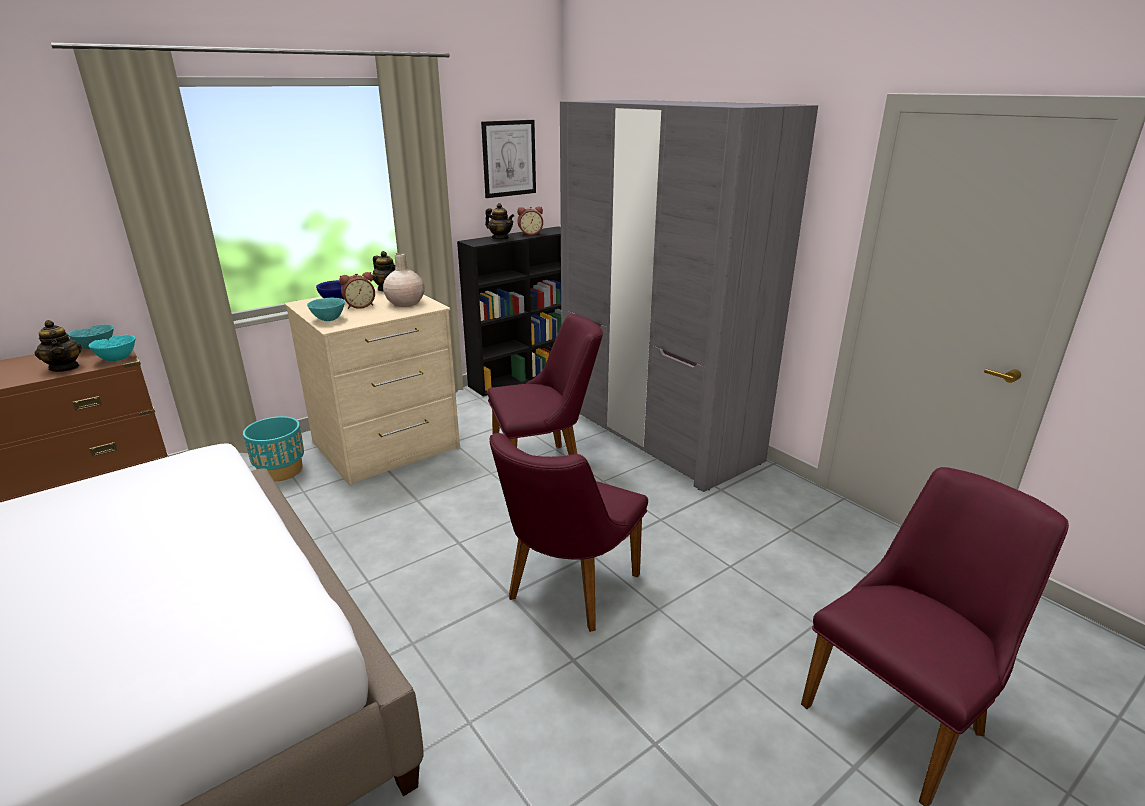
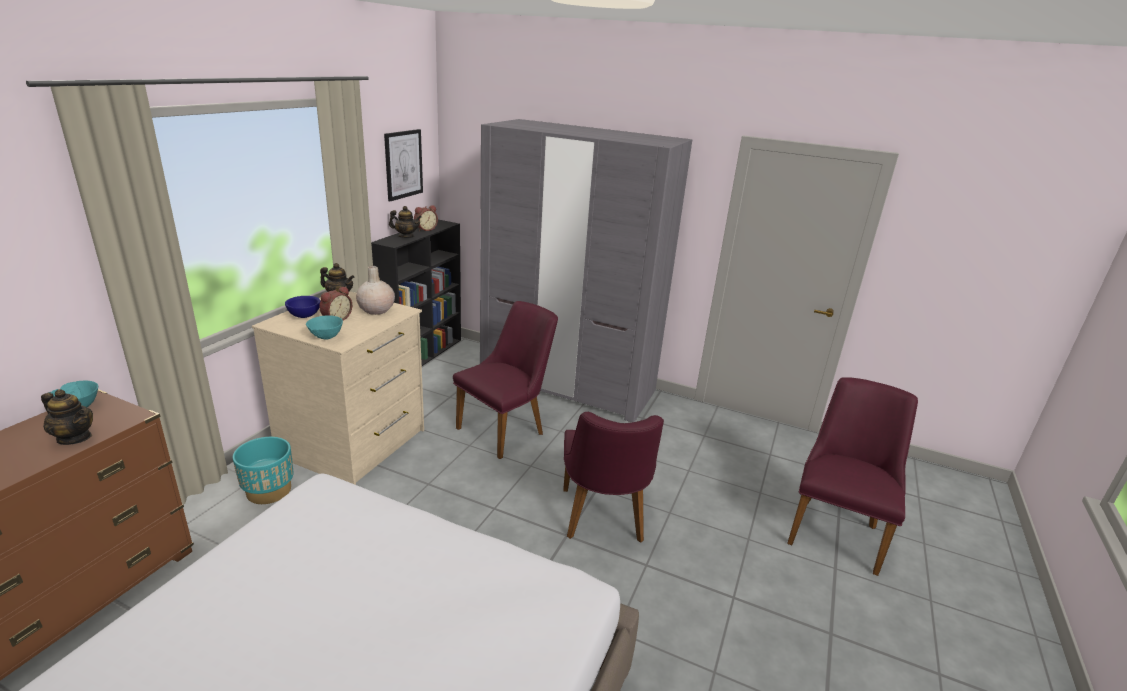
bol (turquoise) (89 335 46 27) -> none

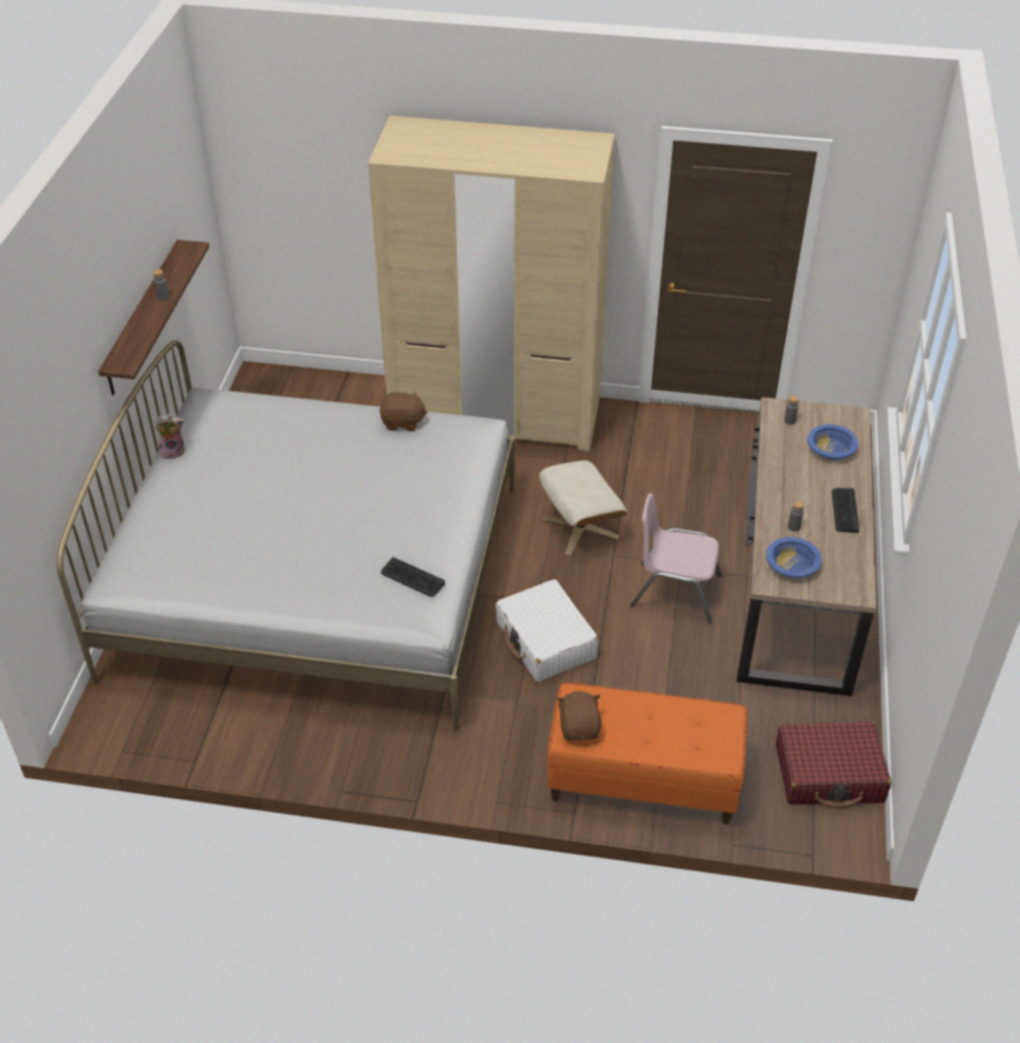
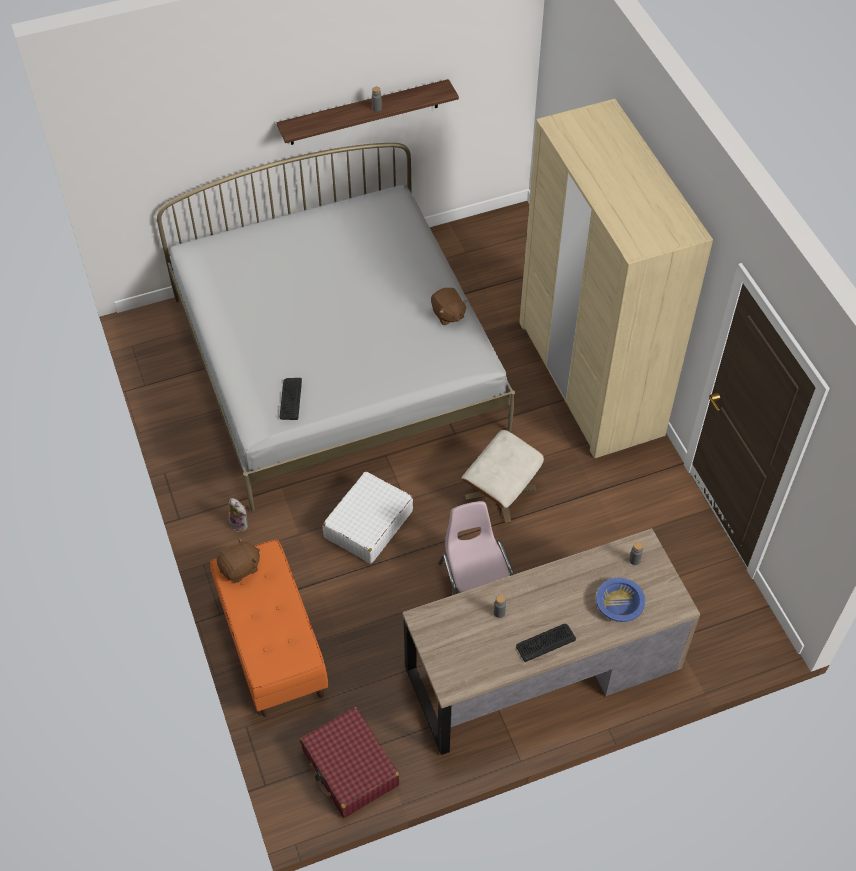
bol (bleu) (766 537 56 41) -> none
peluche (155 414 30 47) -> peluche (229 498 19 34), move

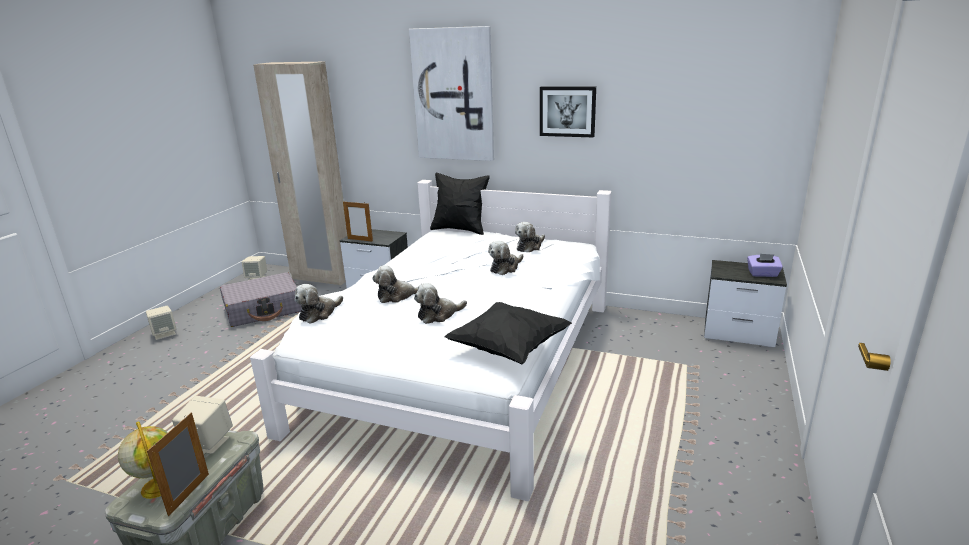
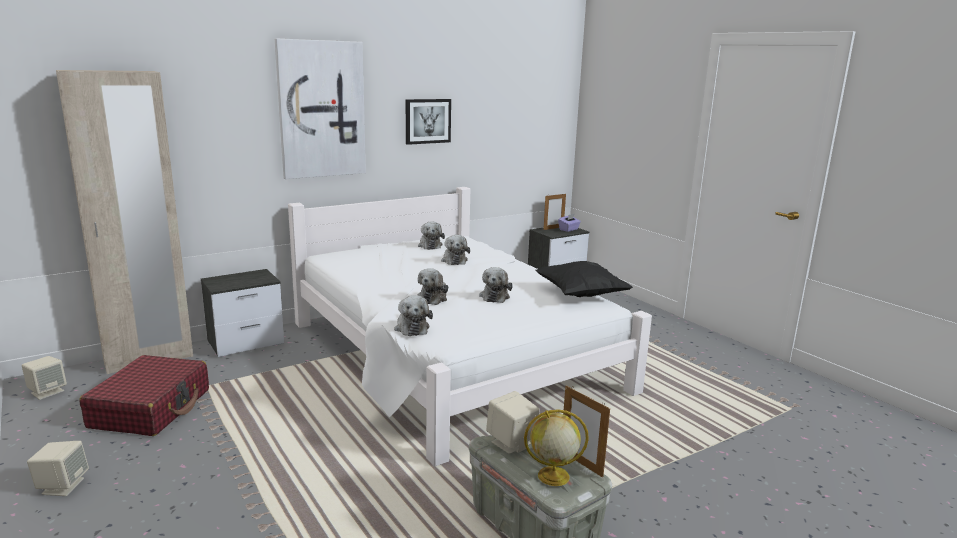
coussin (noir) (430 173 60 62) -> none
cadre photo (343 200 30 42) -> cadre photo (543 194 23 36), move
valise (gris) (220 272 82 55) -> valise (rouge) (79 355 130 81)

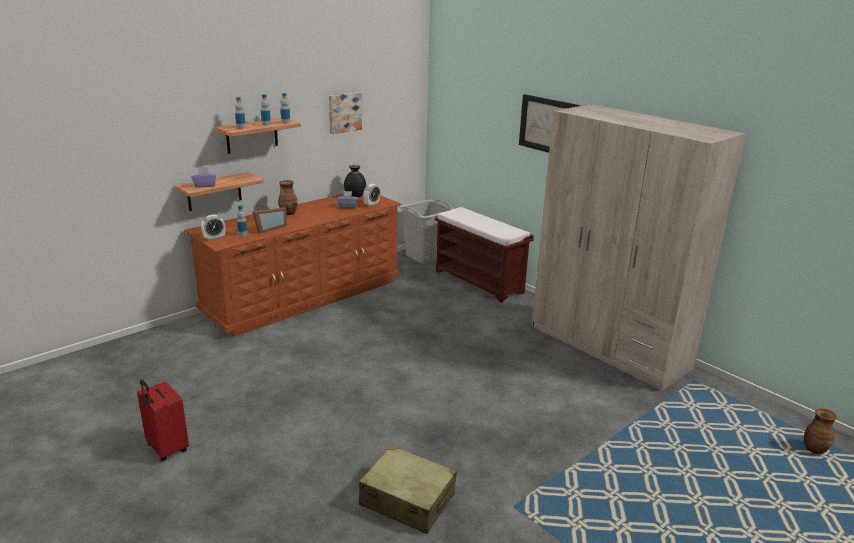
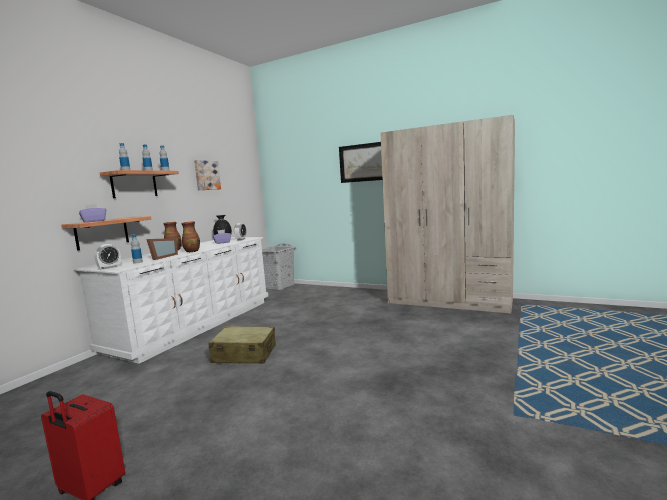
banc (marron) (435 207 99 96) -> none
valise (beige) (359 445 98 89) -> valise (beige) (209 326 66 38), move
vase (804 408 33 46) -> vase (181 221 19 32), move
commode (marron) (184 194 217 143) -> commode (blanc) (73 237 195 127)

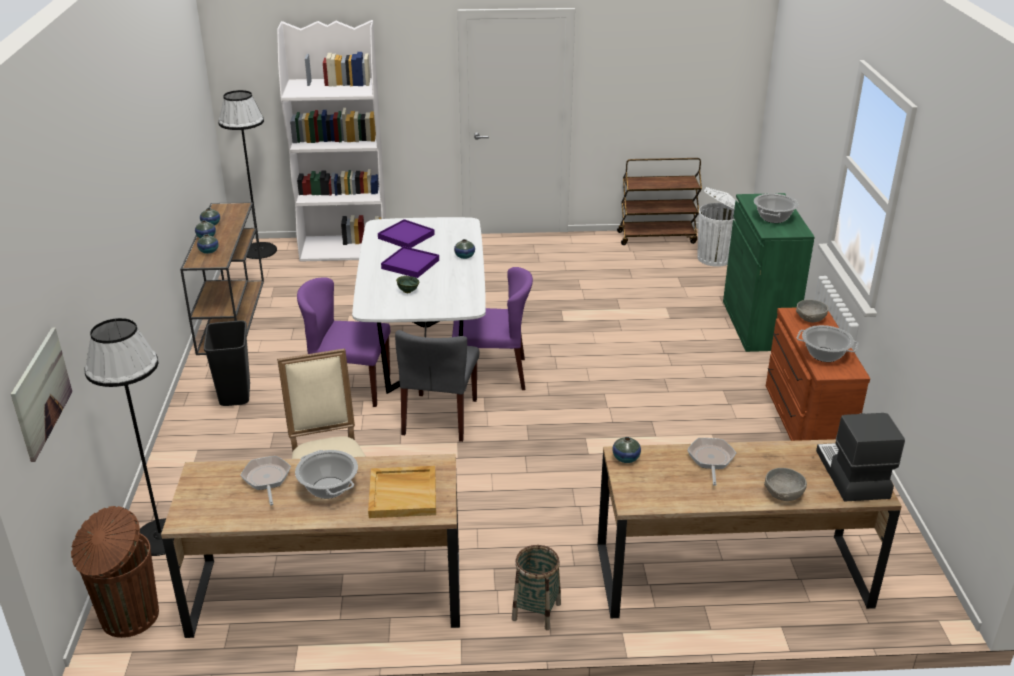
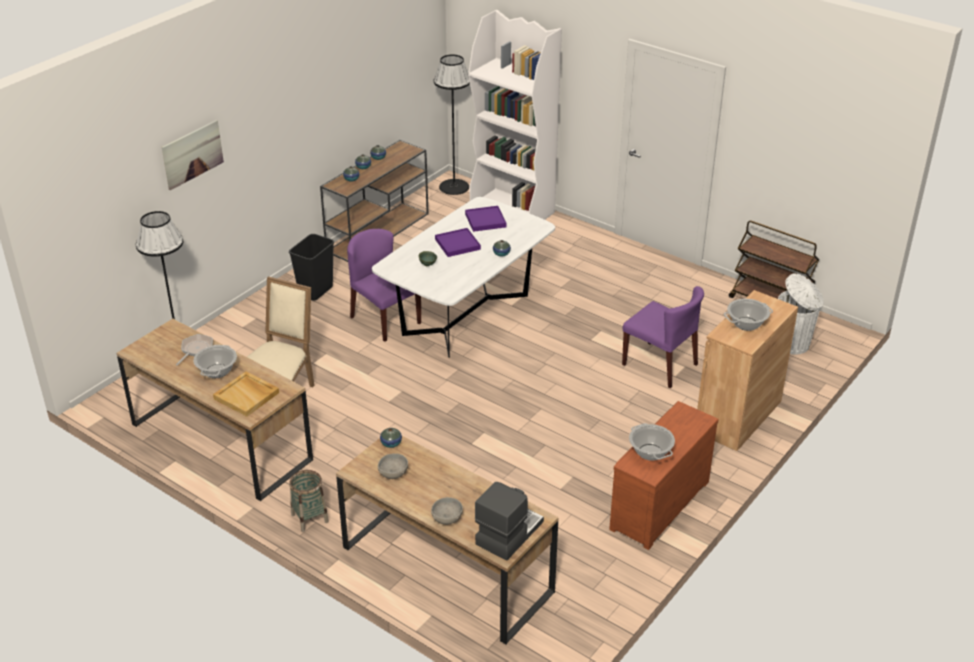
poubelle (marron) (71 506 88 132) -> none
chaise (gris) (395 330 85 112) -> none
poêle (687 438 49 48) -> none
tableau (11 328 61 134) -> tableau (162 120 62 70), move
chaise (violet) (452 267 81 123) -> chaise (violet) (622 286 82 102), move
bol (gris) (796 300 32 22) -> bol (gris) (378 453 30 26), move
meuble de rangement (vert) (723 193 92 159) -> meuble de rangement (marron) (697 290 101 161)

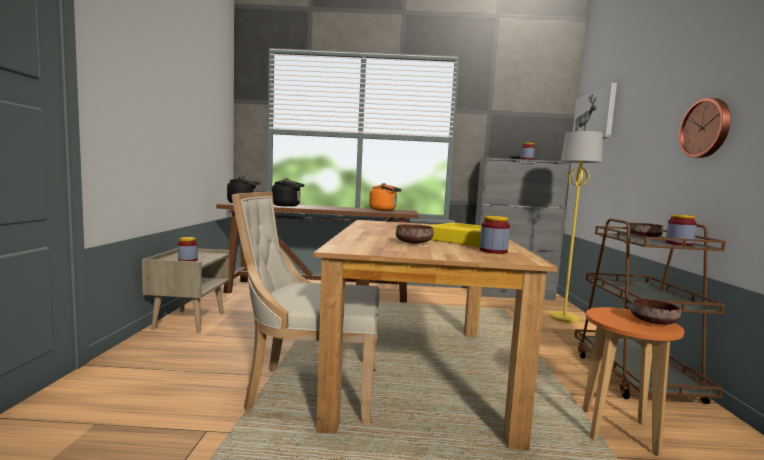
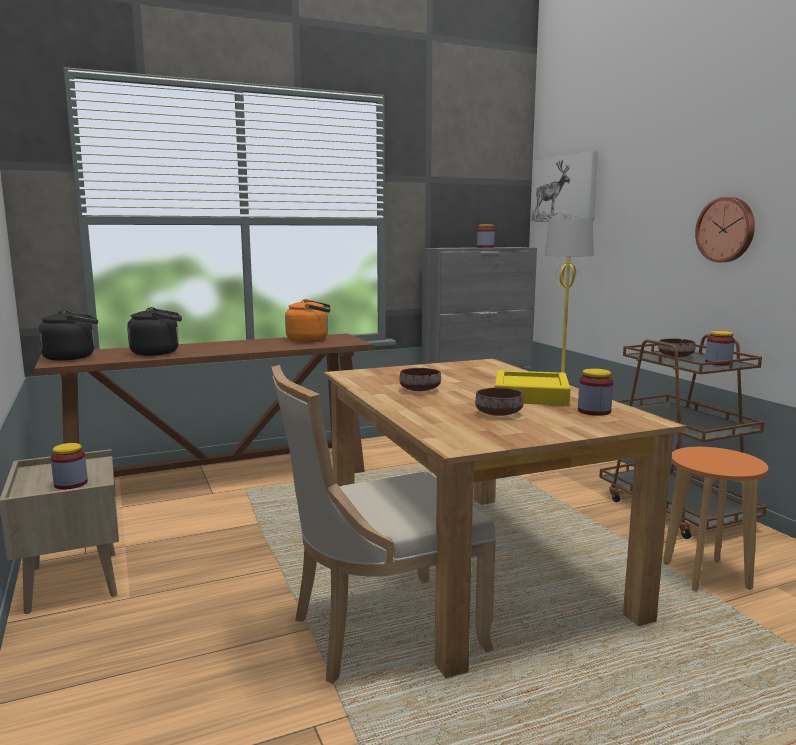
bol (marron) (631 298 50 26) -> bol (marron) (400 368 41 23), move

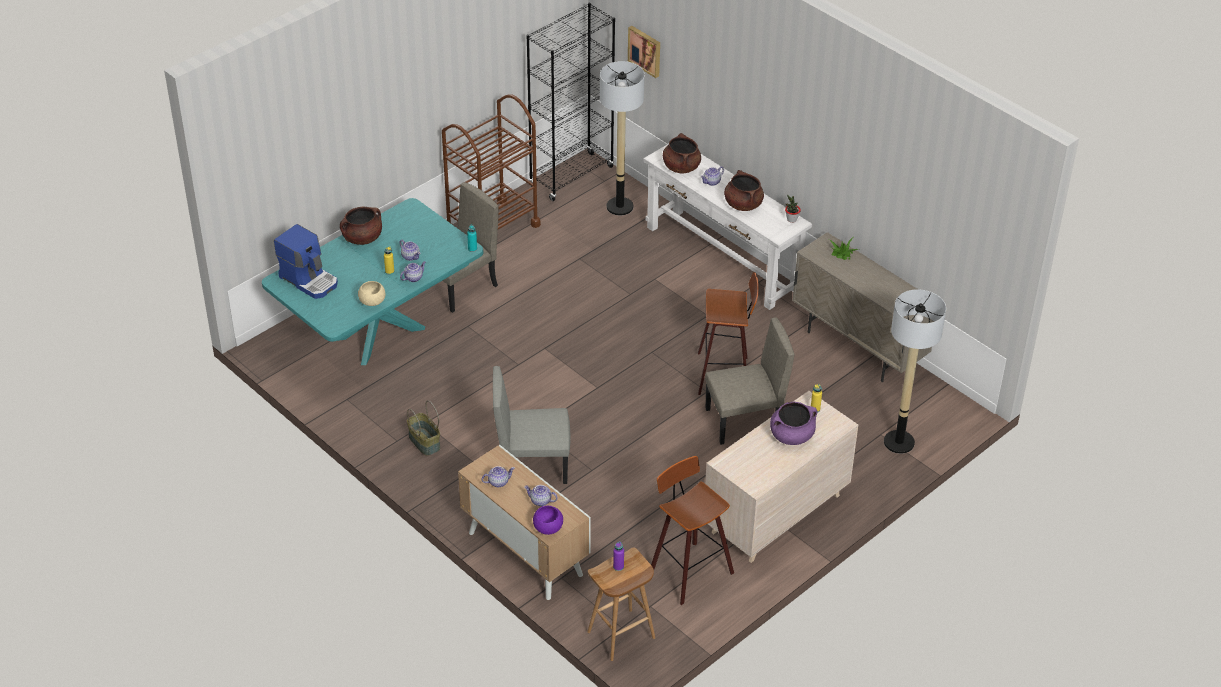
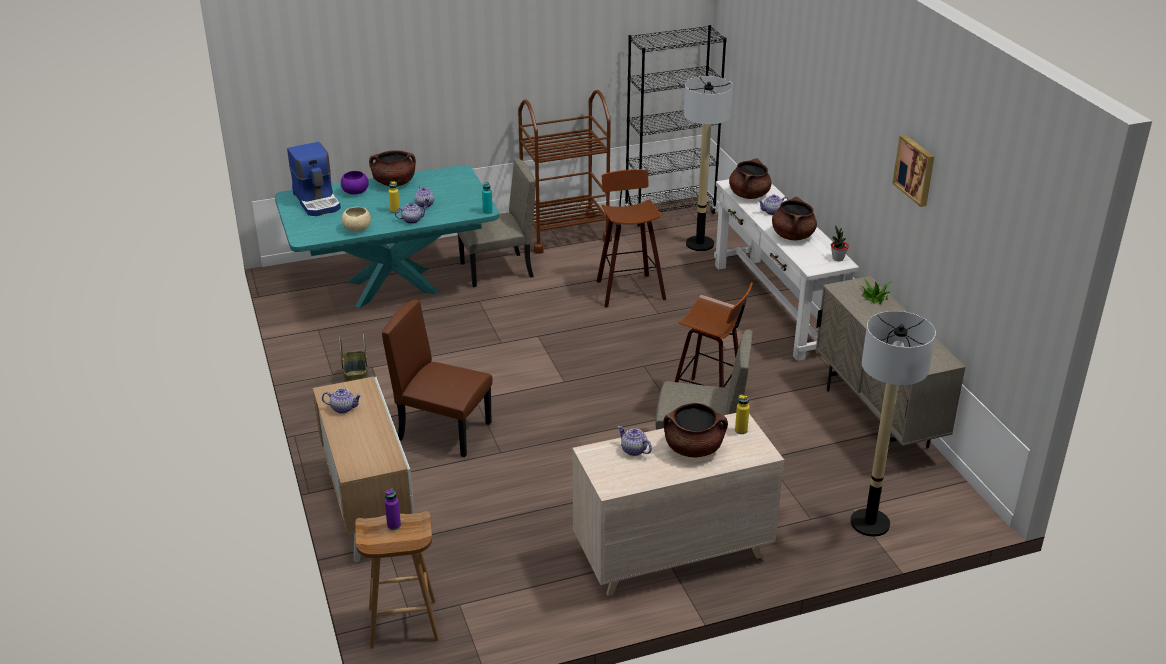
théière (524 485 34 21) -> théière (618 426 34 30), move
bol (violet) (533 506 30 29) -> bol (violet) (341 171 28 24), move
tableau (628 26 32 52) -> tableau (892 135 42 72), move
tabouret (651 456 83 149) -> tabouret (597 169 69 139), move
chaise (gris) (493 366 78 118) -> chaise (marron) (382 299 110 158)
marmite (violet) (770 402 47 43) -> marmite (marron) (663 403 65 55)

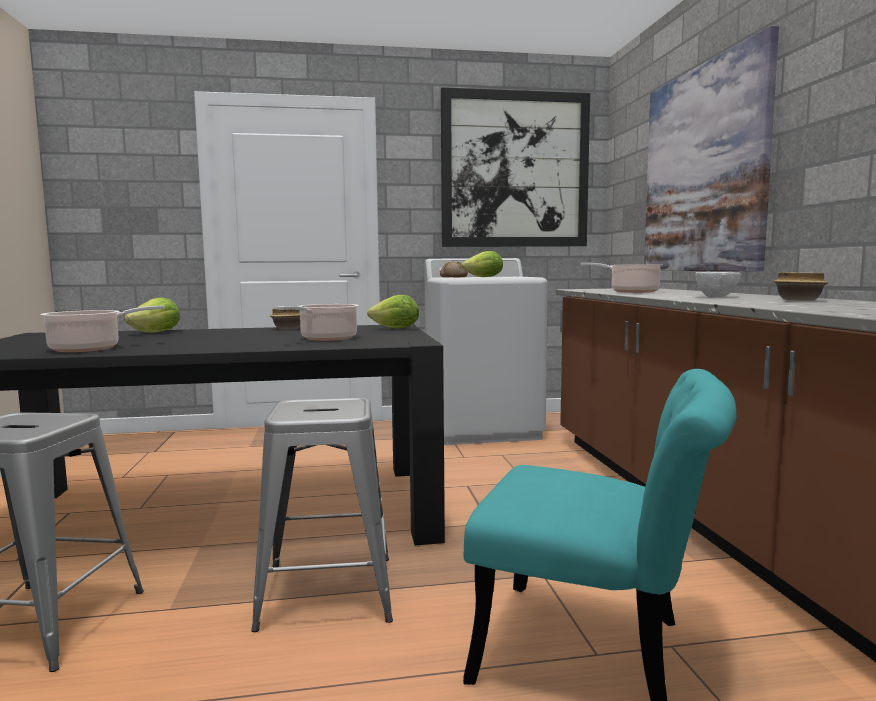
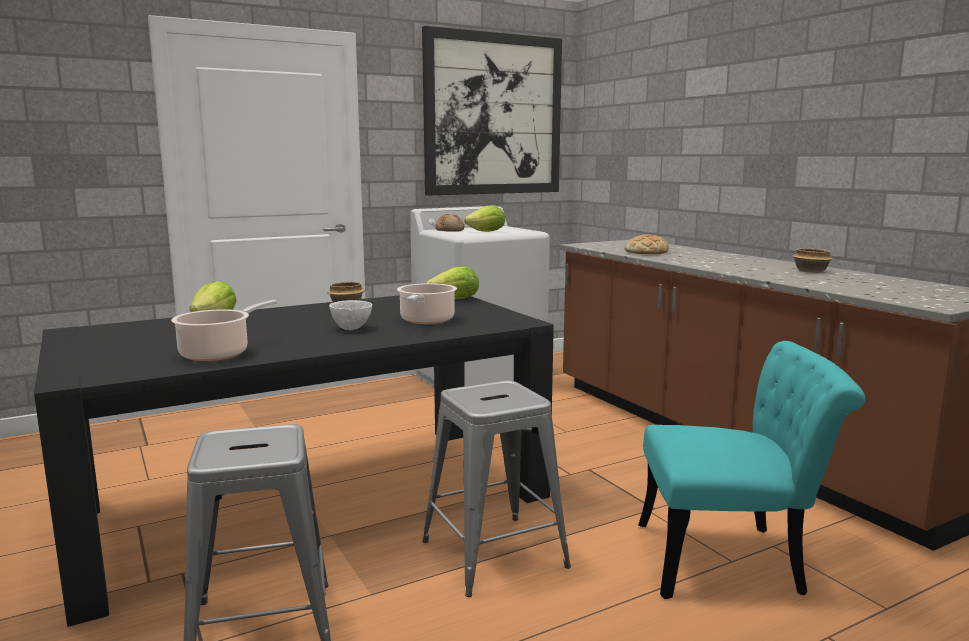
tableau (644 26 135 245) -> none
bol (blanc) (695 272 46 25) -> bol (blanc) (329 300 43 30), move
marmite (581 263 82 30) -> pain (624 234 45 20)

